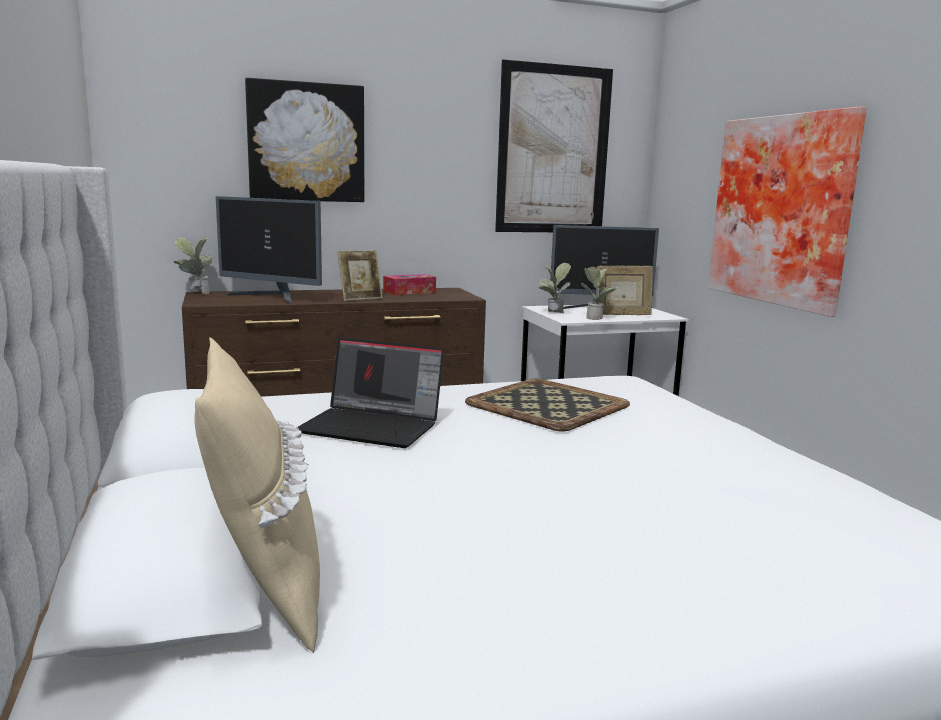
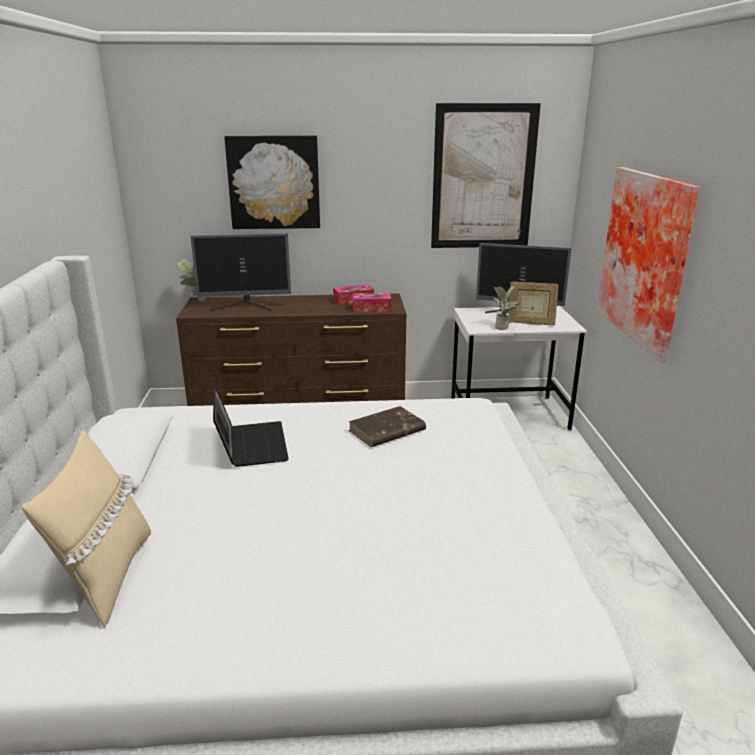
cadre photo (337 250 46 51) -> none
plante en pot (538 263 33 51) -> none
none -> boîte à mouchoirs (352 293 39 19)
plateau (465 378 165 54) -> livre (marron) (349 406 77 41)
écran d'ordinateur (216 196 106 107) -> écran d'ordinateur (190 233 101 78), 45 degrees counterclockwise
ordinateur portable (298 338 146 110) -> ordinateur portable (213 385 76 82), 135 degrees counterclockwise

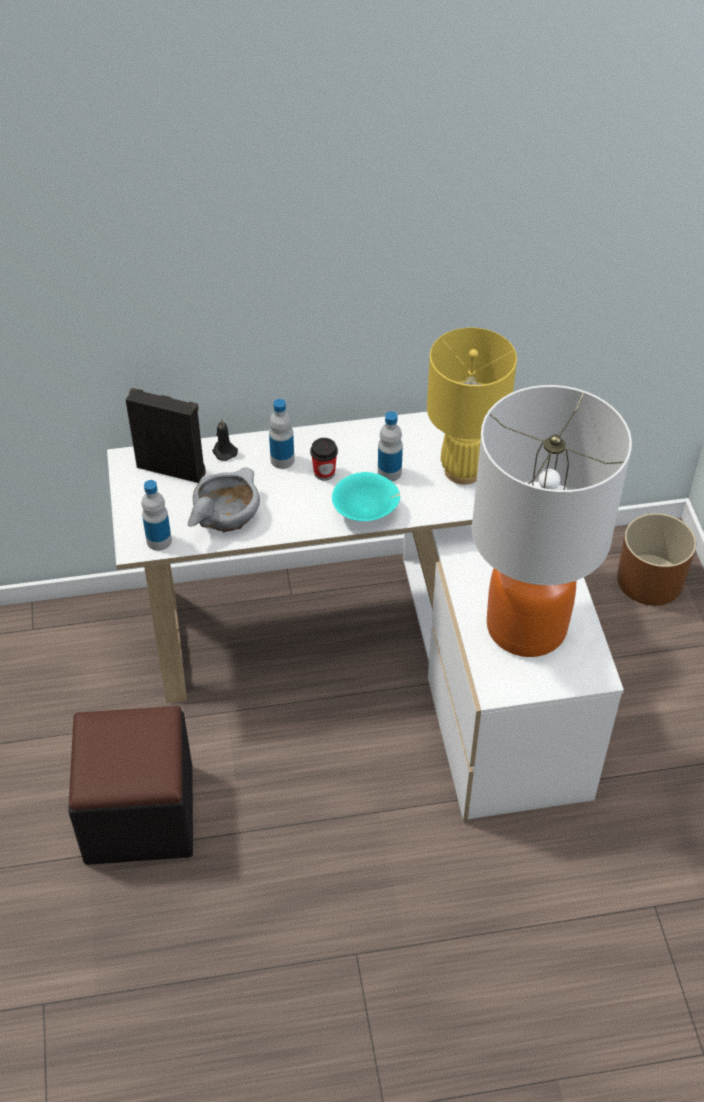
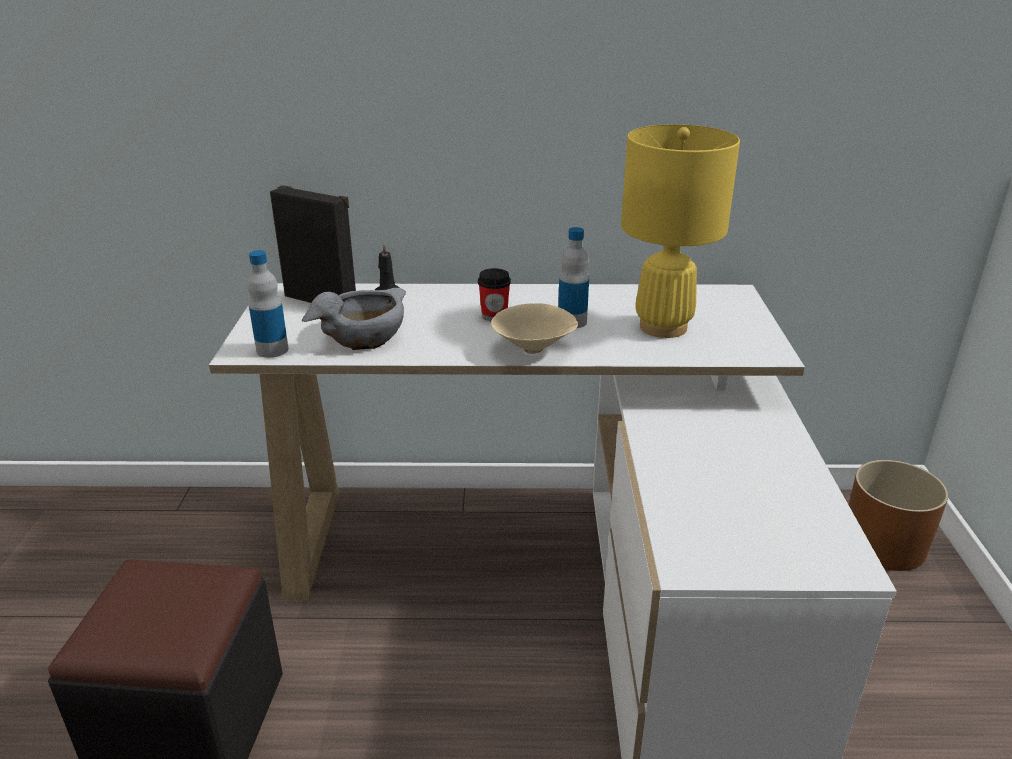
bouteille (269 399 25 70) -> none
lampe de table (472 385 160 272) -> none
bol (turquoise) (332 472 68 49) -> bol (beige) (491 303 87 51)

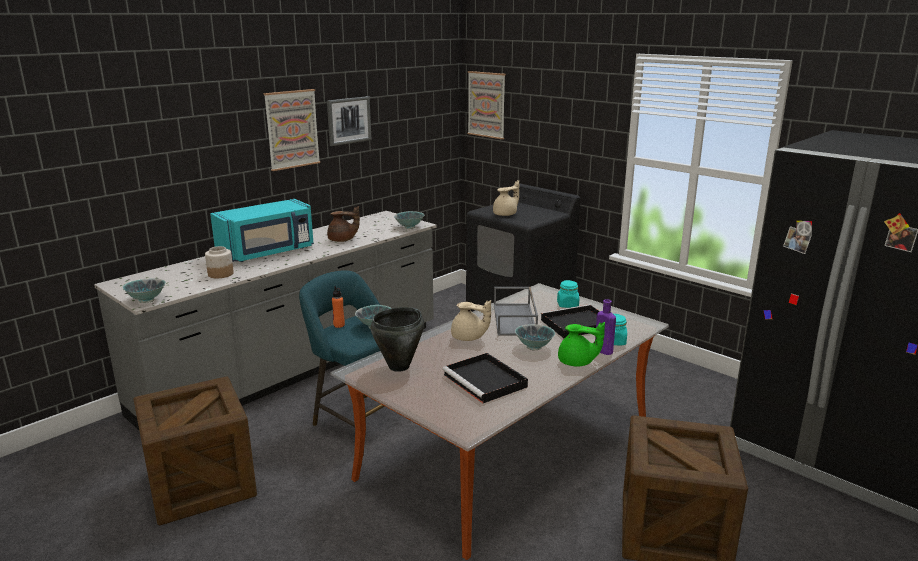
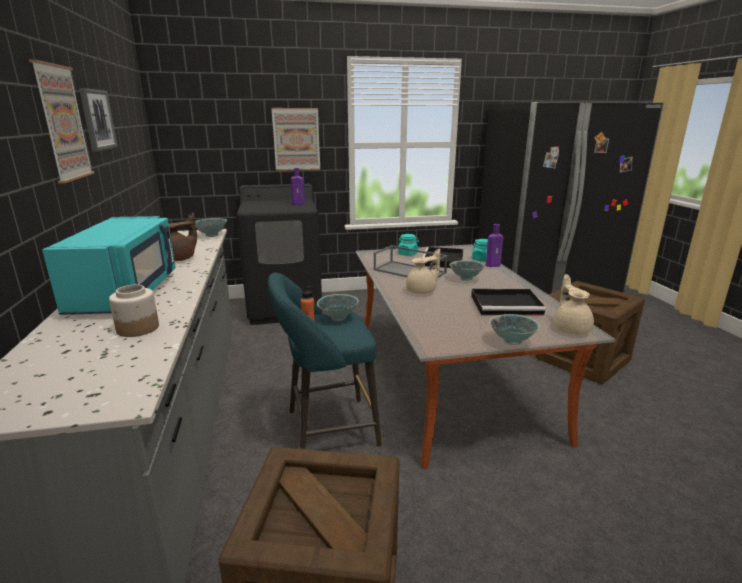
marmite (noir) (370 307 54 65) -> none
théière (vert) (558 322 47 45) -> none
none -> bouteille (violet) (291 168 14 37)
bol (122 279 44 24) -> bol (489 314 51 31), move
tableau (467 71 39 68) -> tableau (272 108 48 63), move
théière (beige) (493 180 26 36) -> théière (beige) (554 274 40 60), move

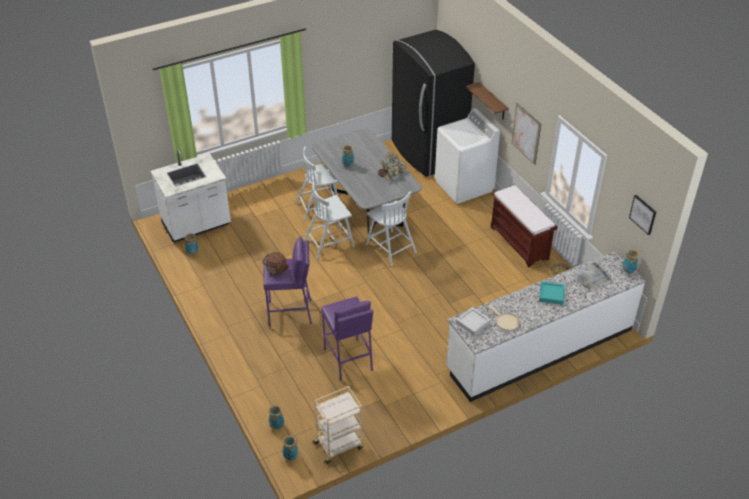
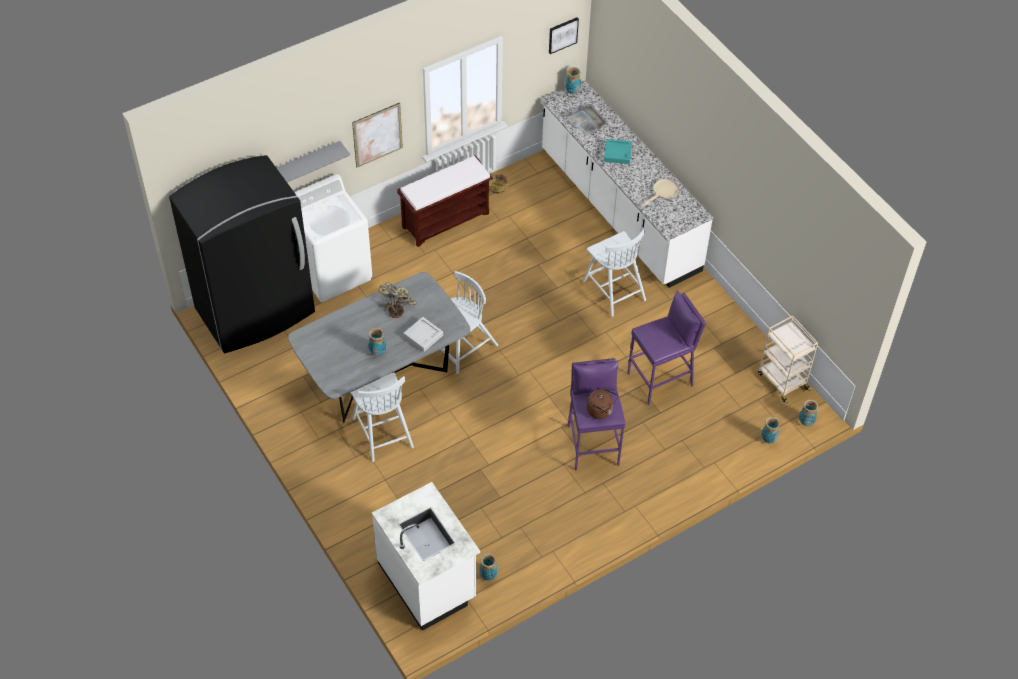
chaise (blanc) (304 182 51 77) -> chaise (blanc) (583 229 63 88), move
plateau (gris) (456 307 35 29) -> plateau (gris) (404 317 39 35), move
étagère (marron) (466 82 43 38) -> étagère (gris) (276 141 74 41)

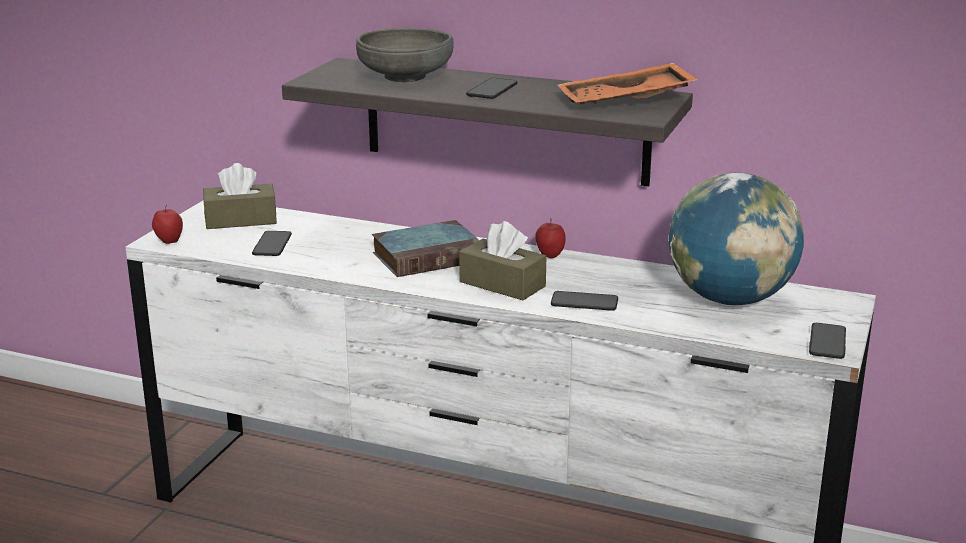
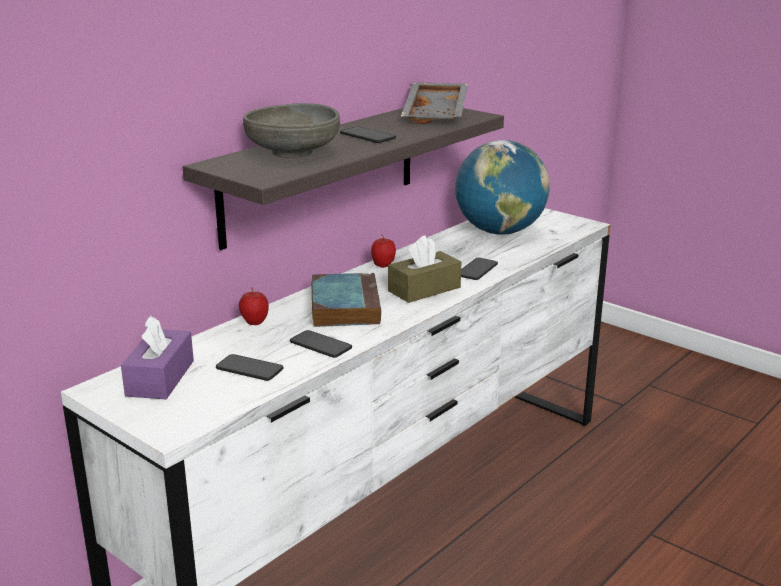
pomme (152 205 31 39) -> pomme (239 287 30 38), move
téléphone (809 323 37 36) -> téléphone (290 330 62 28), move
boîte à mouchoirs (marron) (203 163 74 66) -> boîte à mouchoirs (violet) (121 315 73 84)
plateau (orange) (557 63 141 41) -> plateau (gris) (401 82 67 42)

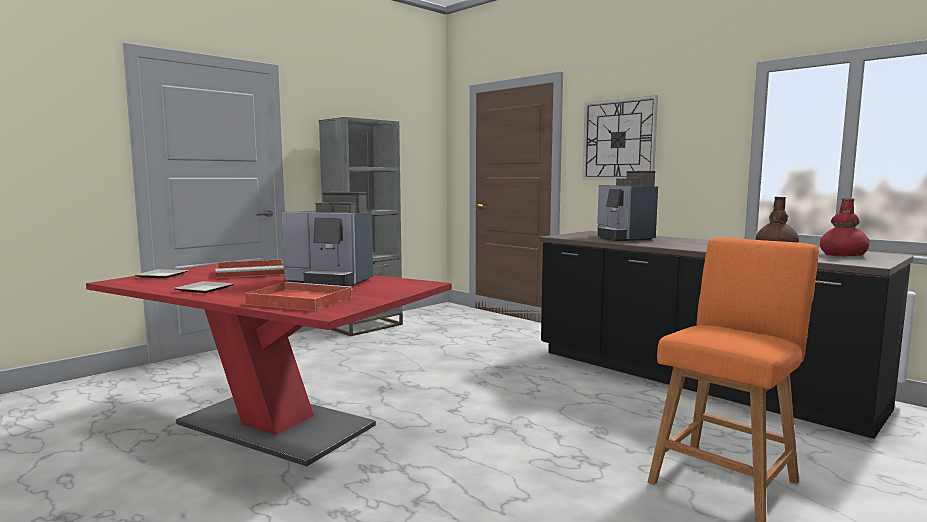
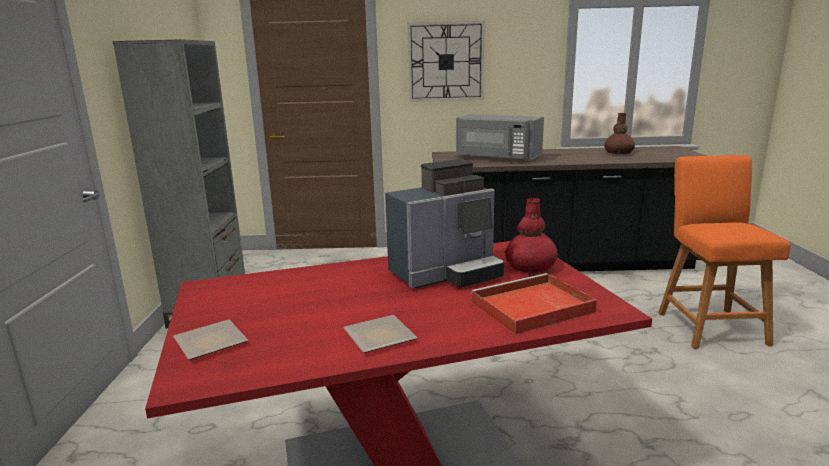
plateau (rouge) (215 259 69 20) -> none
vase (rouge) (820 198 50 59) -> vase (rouge) (505 198 53 75), move
machine à café (597 171 61 70) -> micro-ondes (gris) (456 114 88 48)

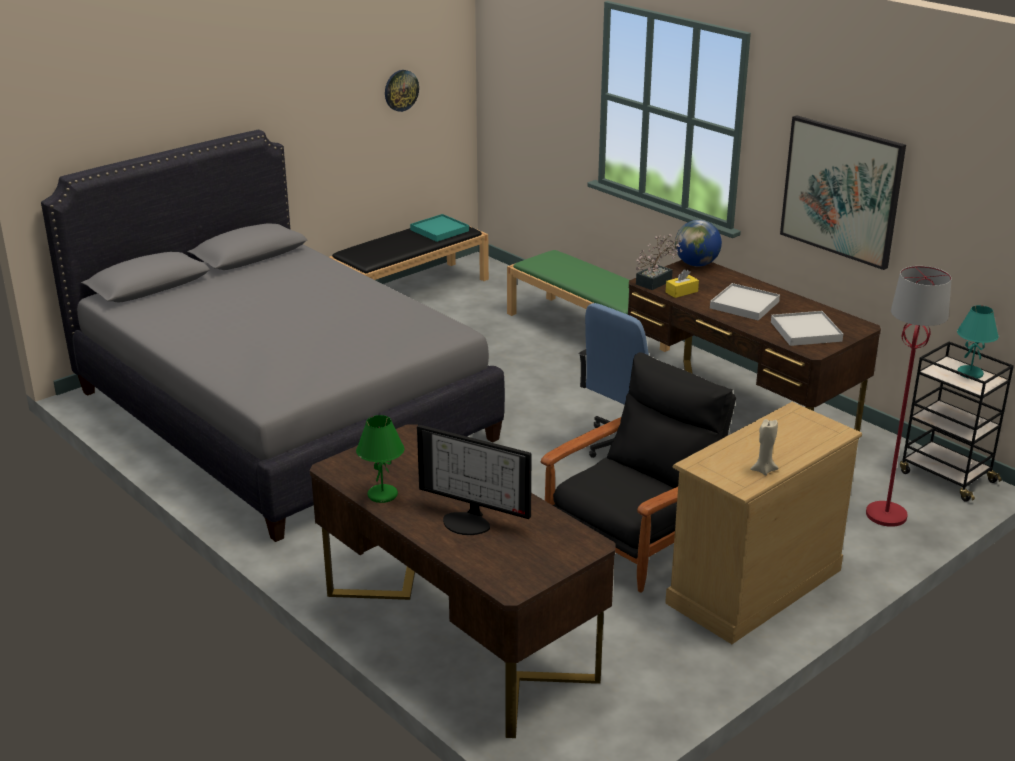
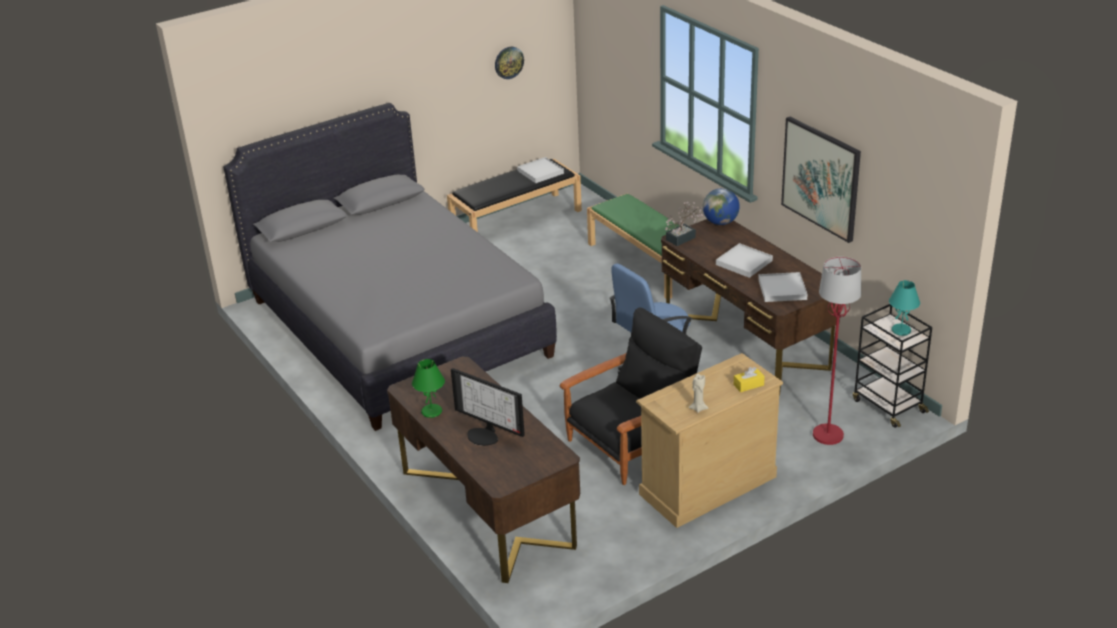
boîte à mouchoirs (jaune) (666 269 33 29) -> boîte à mouchoirs (jaune) (734 367 31 25), move
plateau (turquoise) (410 214 59 28) -> plateau (blanc) (517 157 47 26)

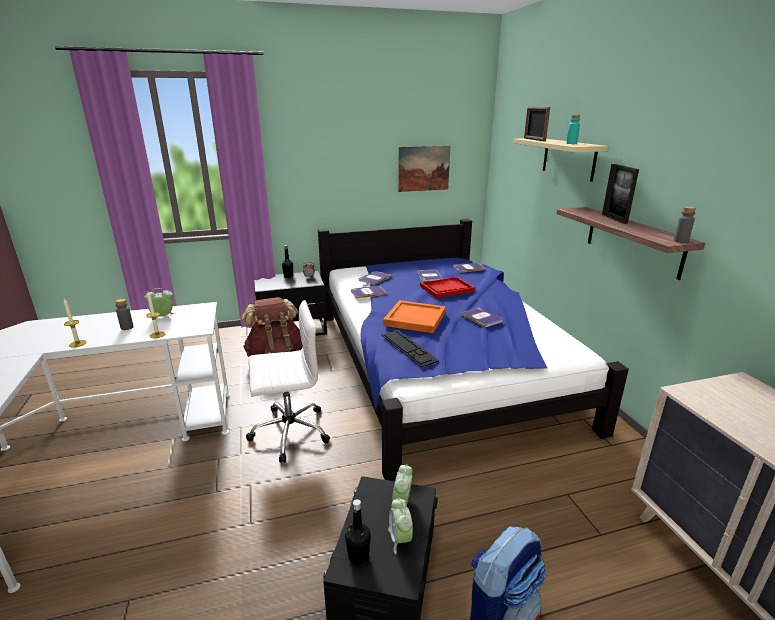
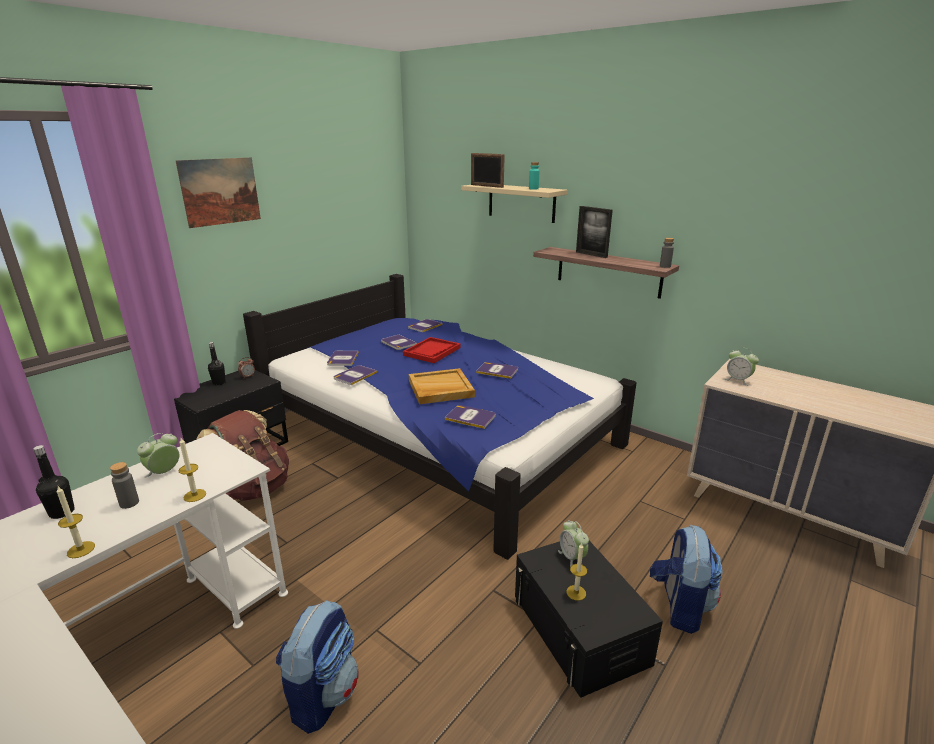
chaise de bureau (blanc) (246 300 84 163) -> none
none -> sac à dos (276 600 82 134)
none -> bougie (566 543 21 58)
bouteille (noir) (345 499 26 66) -> bouteille (noir) (33 445 42 74), move
réveil (388 498 25 56) -> réveil (725 348 34 38), move
tableau (398 146 52 46) -> tableau (175 157 86 71), move
clavier (382 330 57 37) -> livre (445 405 51 24)
plateau (orange) (383 300 63 33) -> plateau (beige) (409 368 66 36)

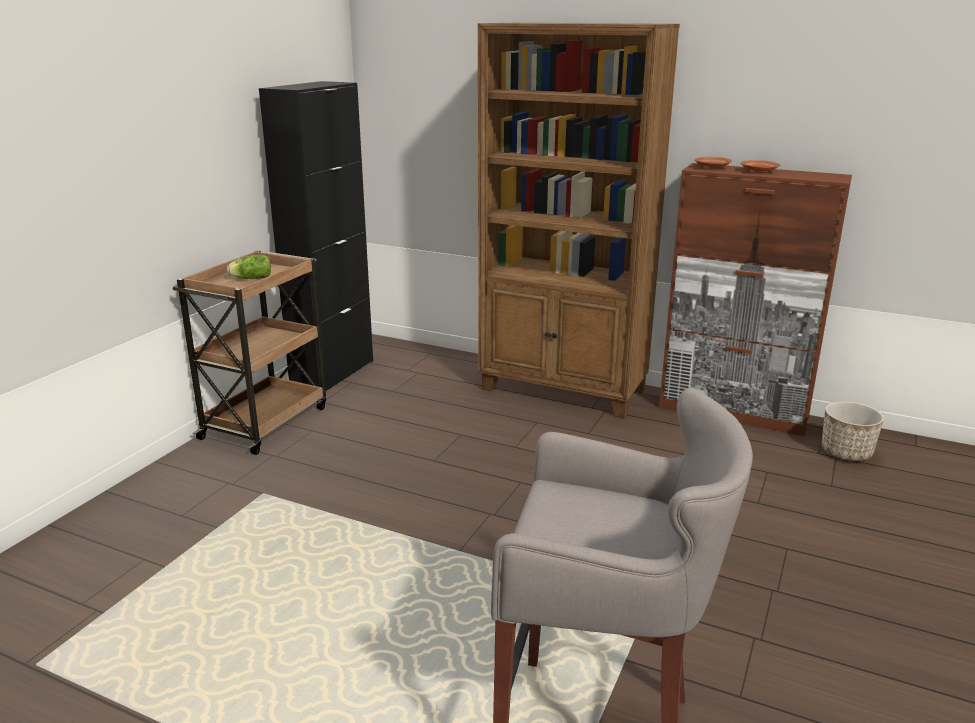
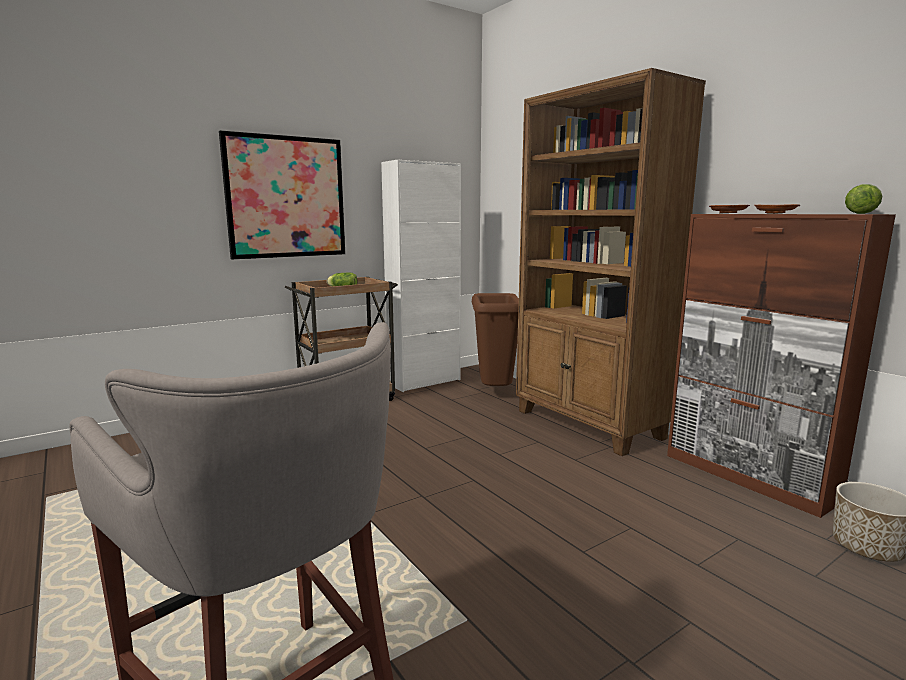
none -> tableau (219 130 126 129)
none -> poubelle (marron) (472 293 47 93)
none -> laitue (845 184 37 30)
meuble de rangement (noir) (259 81 114 310) -> meuble de rangement (blanc) (381 160 80 232)

